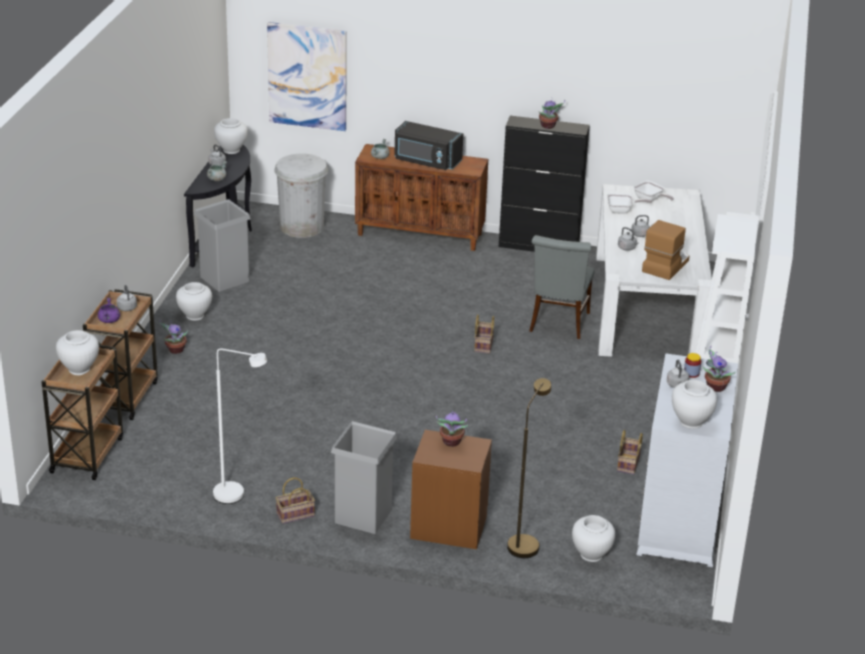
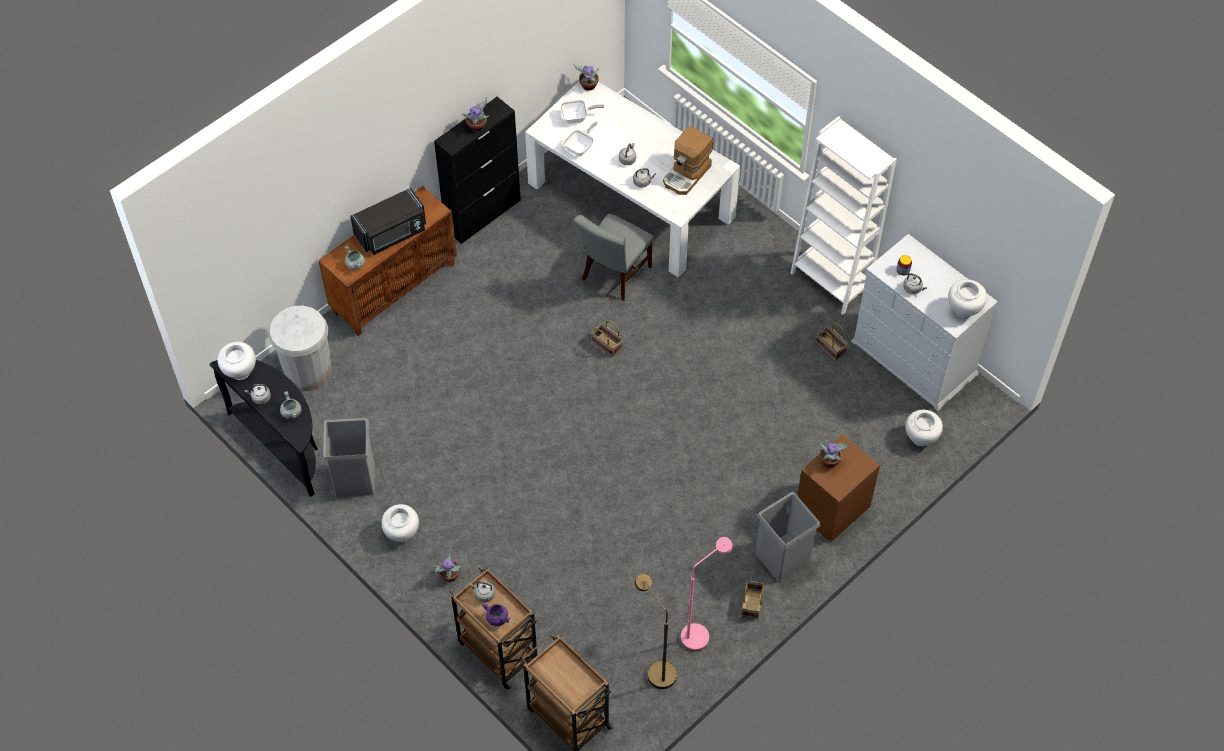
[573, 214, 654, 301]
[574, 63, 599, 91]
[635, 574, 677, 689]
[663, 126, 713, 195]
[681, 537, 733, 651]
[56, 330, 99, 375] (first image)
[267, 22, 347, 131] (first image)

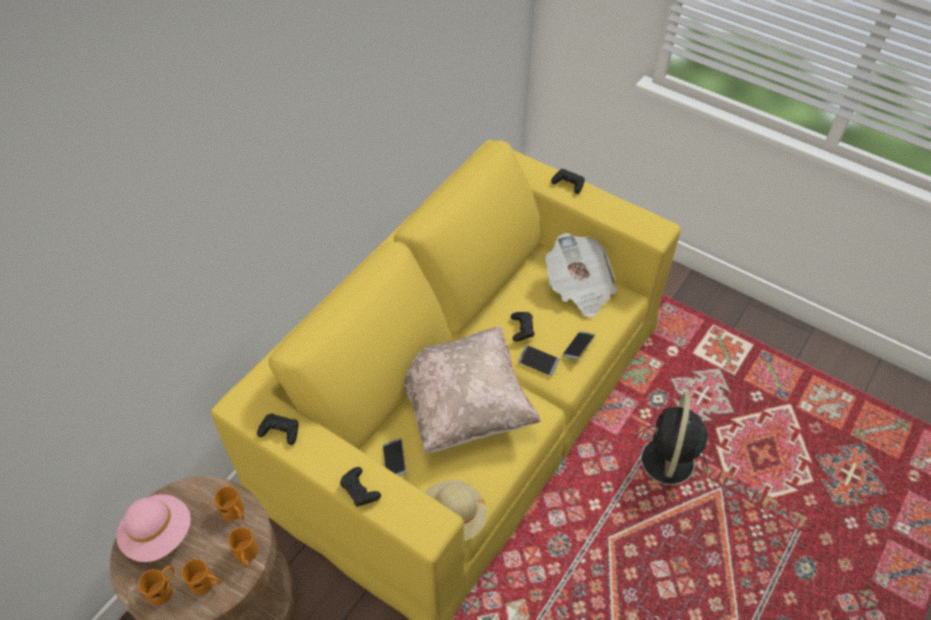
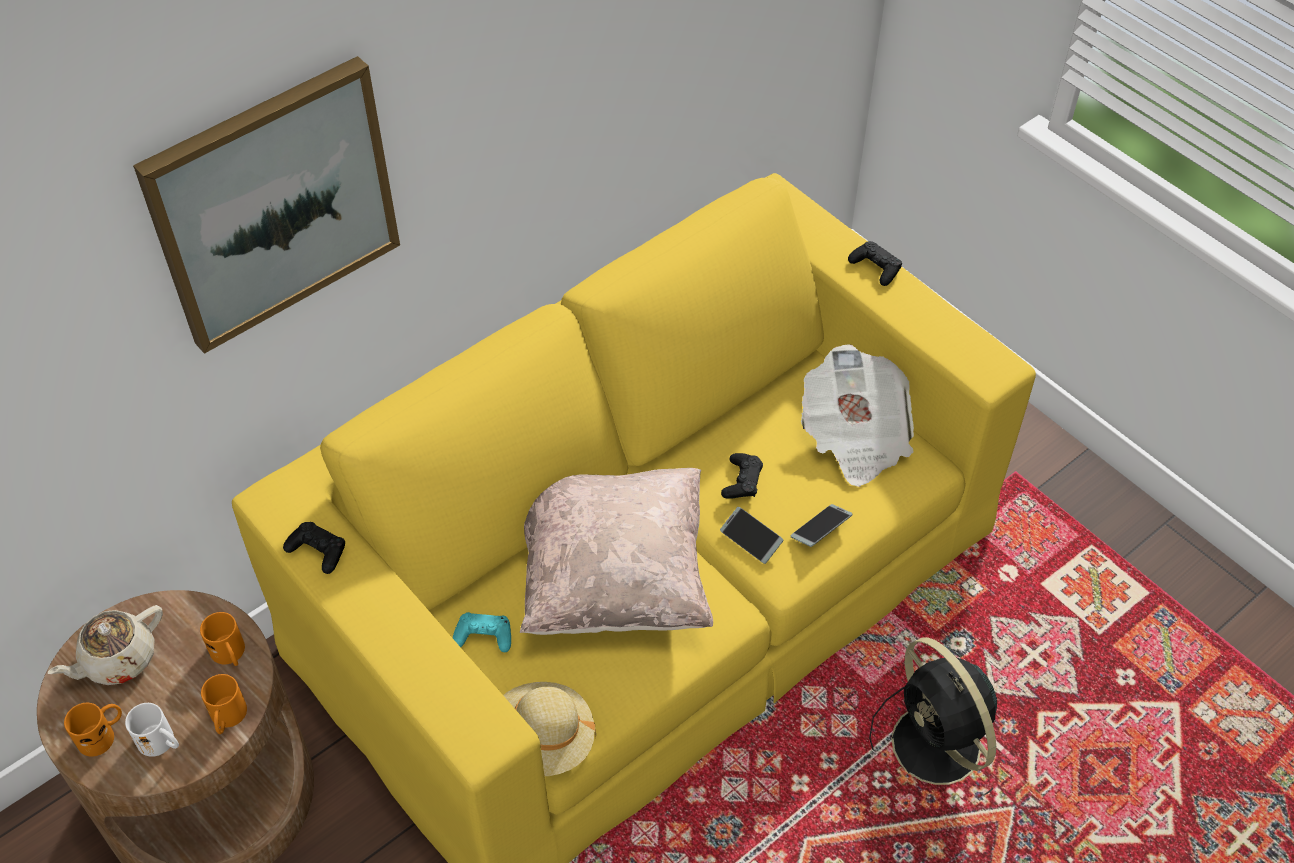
[48, 605, 163, 685]
[125, 703, 179, 757]
[133, 56, 400, 354]
[453, 612, 511, 652]
[869, 637, 997, 795]
[340, 467, 381, 507] (first image)

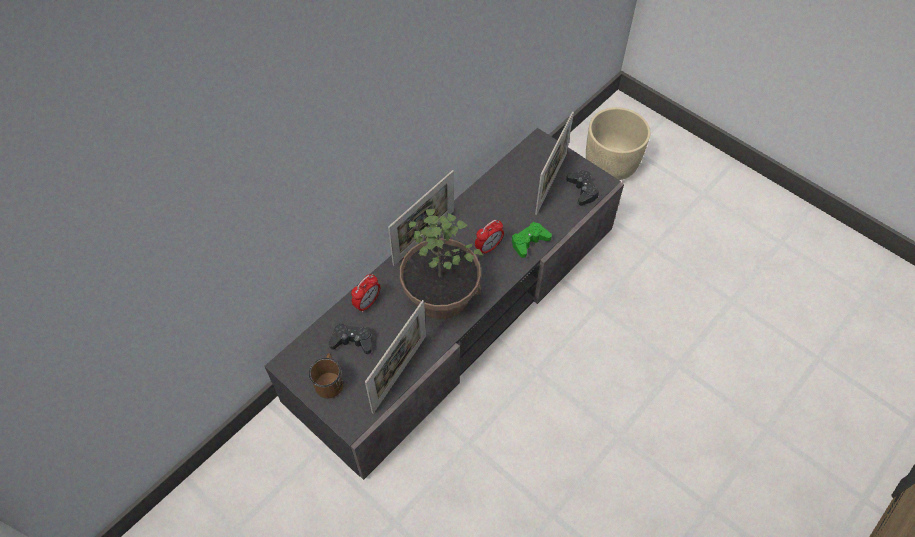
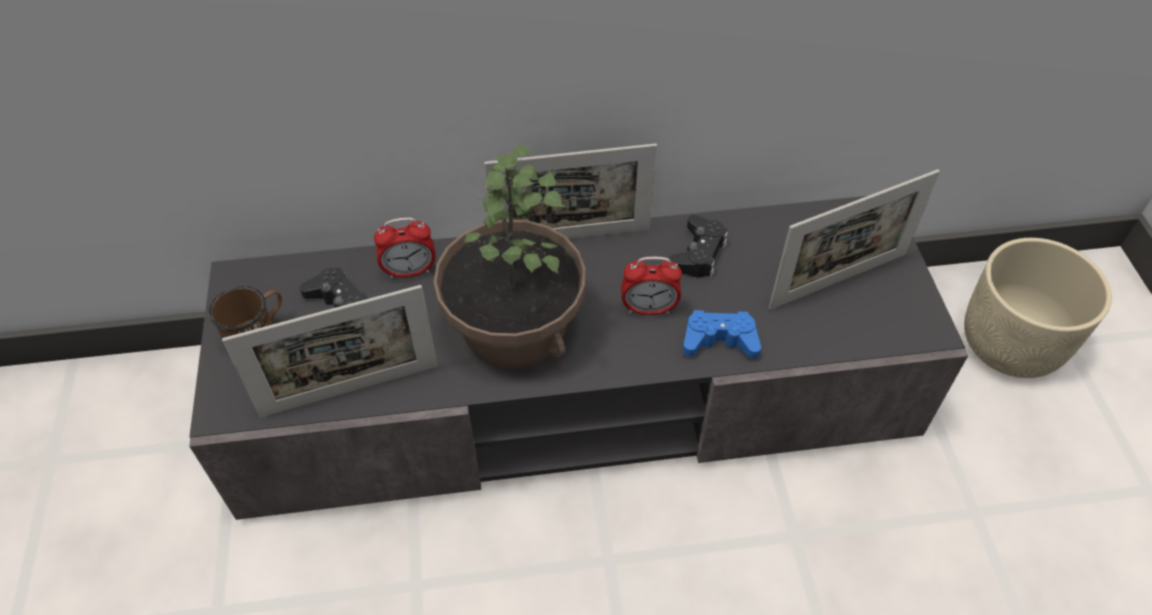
[669, 215, 728, 278]
[683, 310, 761, 359]

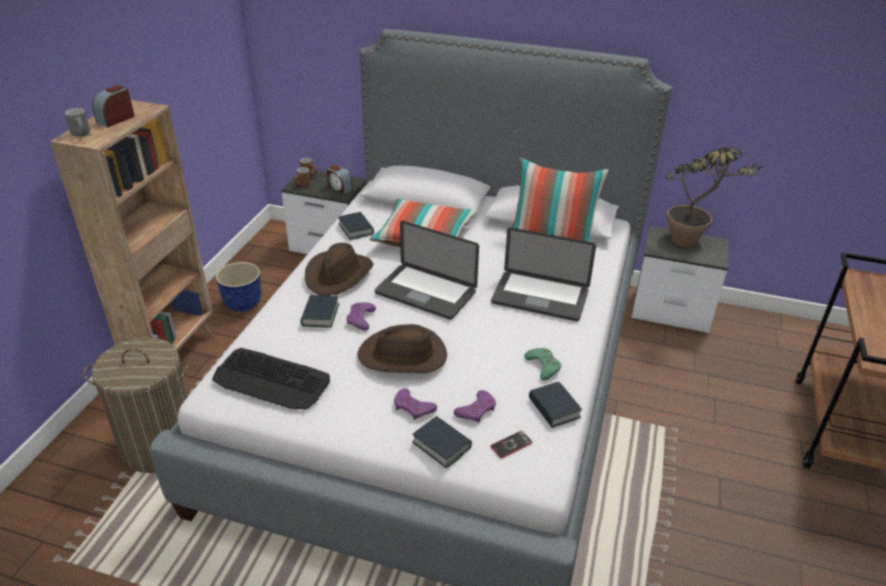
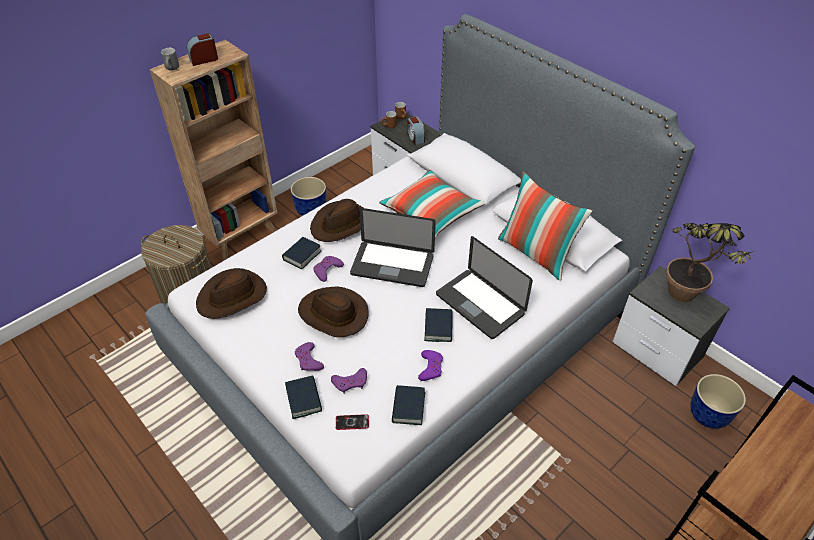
[196, 268, 267, 319]
[350, 208, 436, 287]
[418, 350, 443, 381]
[424, 308, 452, 342]
[690, 374, 746, 429]

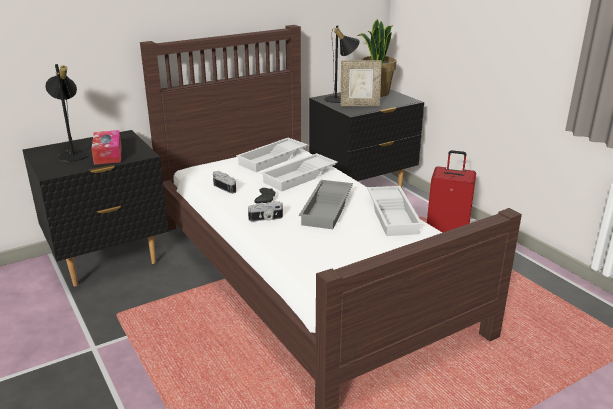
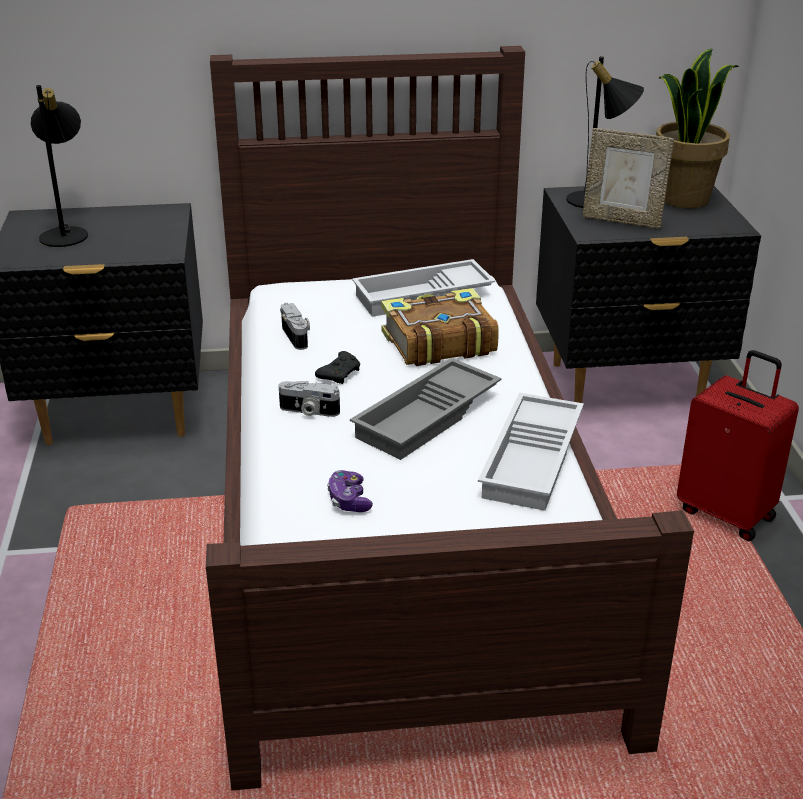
[327, 470, 373, 512]
[381, 288, 499, 366]
[91, 130, 122, 165] (first image)

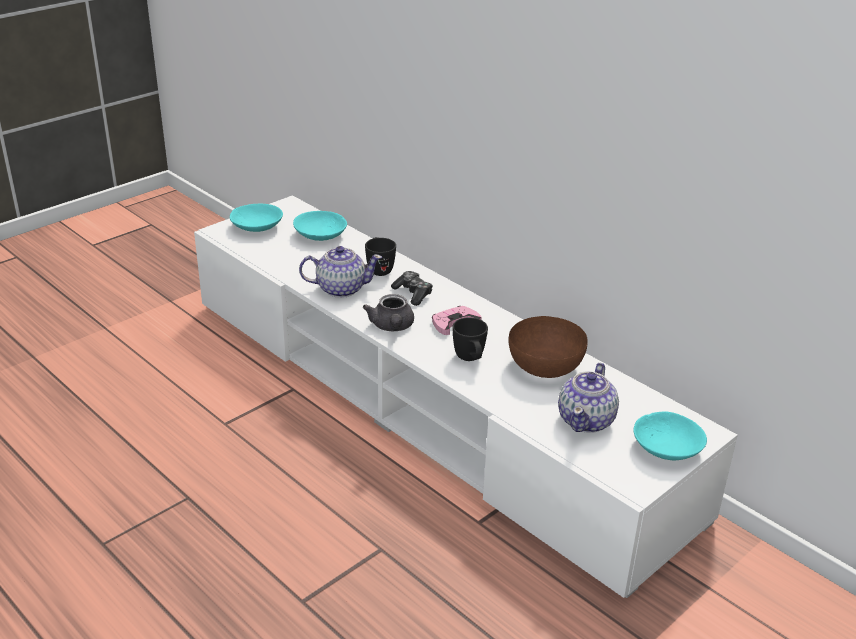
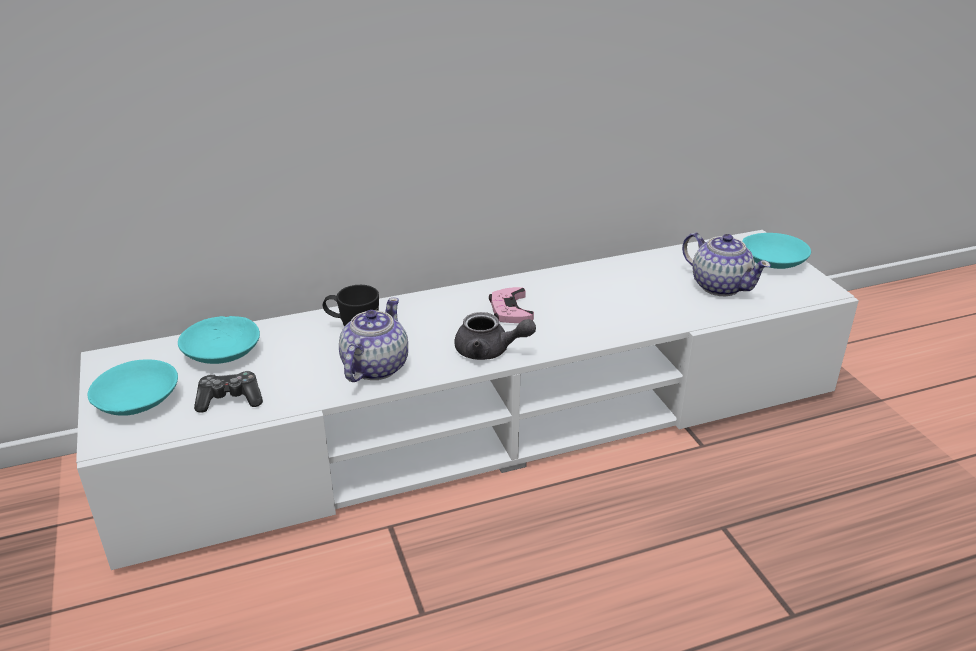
[194, 371, 263, 413]
[453, 317, 488, 361] (first image)
[509, 316, 588, 378] (first image)

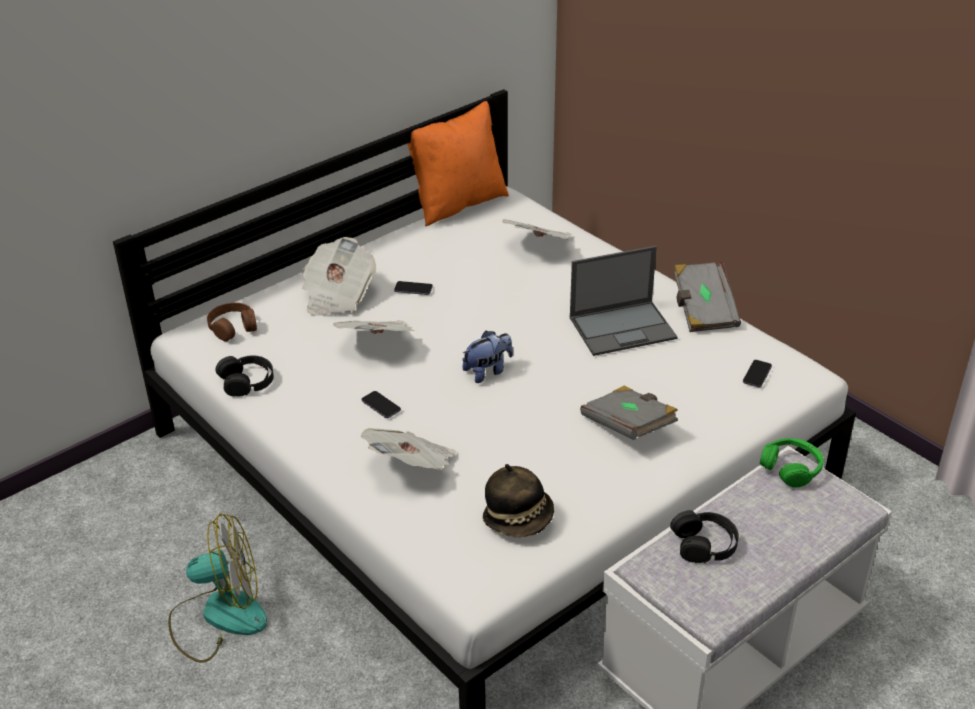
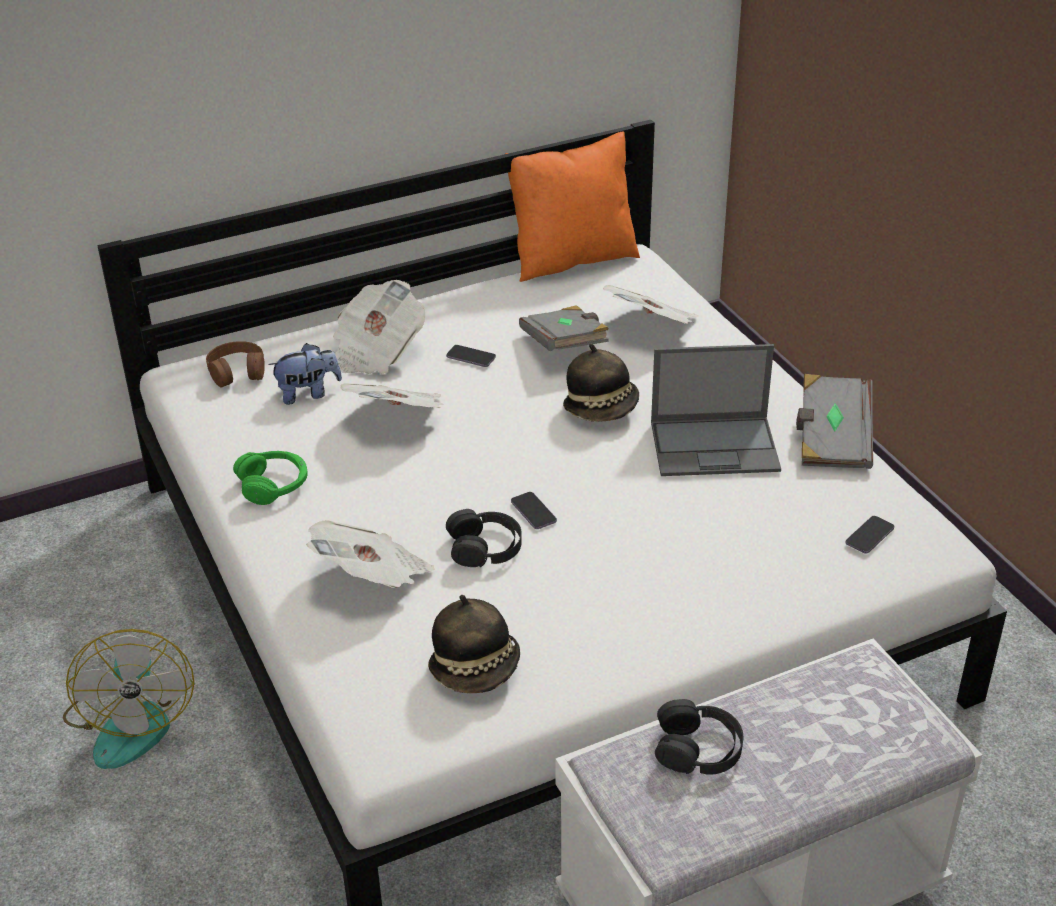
[63, 629, 194, 769]
[233, 451, 308, 505]
[268, 343, 342, 405]
[446, 509, 522, 567]
[511, 492, 557, 529]
[519, 305, 609, 351]
[563, 344, 639, 422]

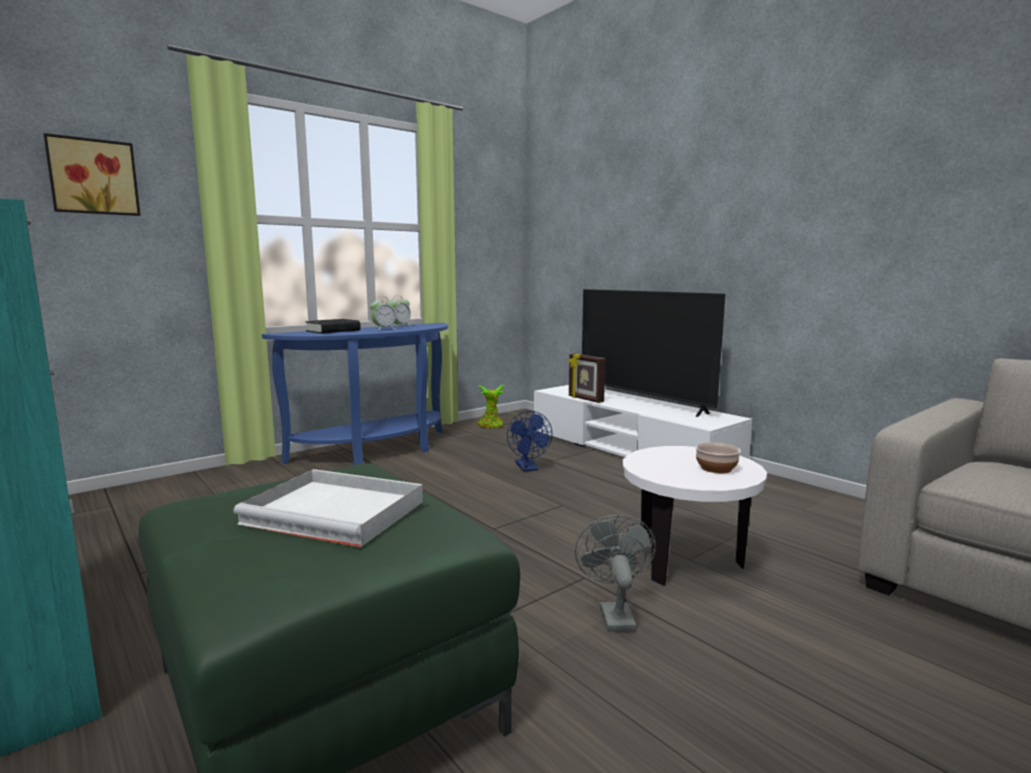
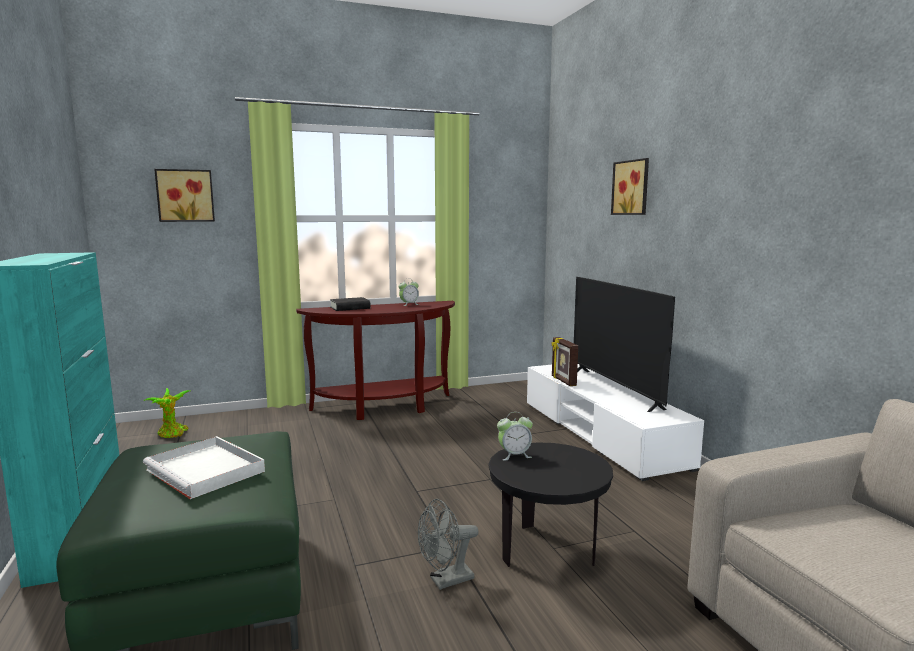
[144, 388, 190, 438]
[296, 301, 455, 420]
[418, 499, 479, 590]
[488, 442, 613, 567]
[497, 412, 533, 461]
[611, 158, 649, 215]
[507, 411, 552, 472] (first image)
[695, 442, 741, 473] (first image)

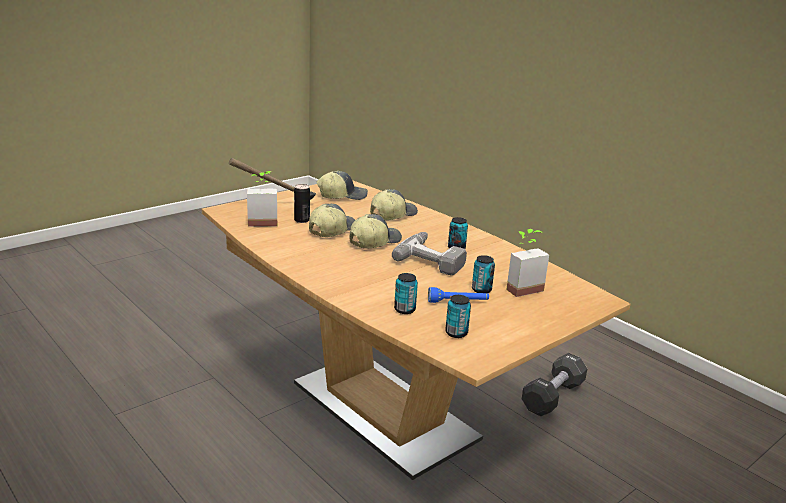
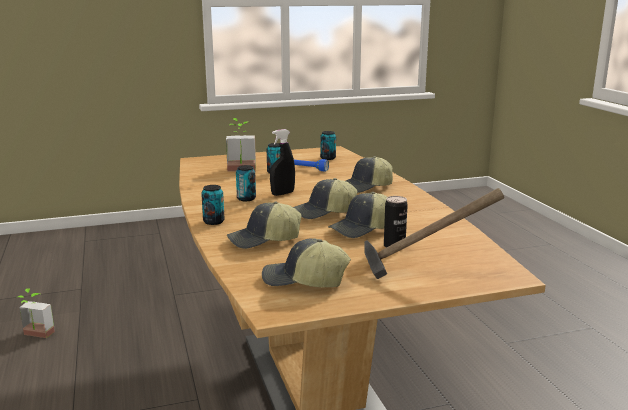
[16, 288, 55, 338]
[201, 185, 224, 225]
[270, 129, 295, 196]
[346, 156, 393, 193]
[522, 353, 587, 416] (first image)

